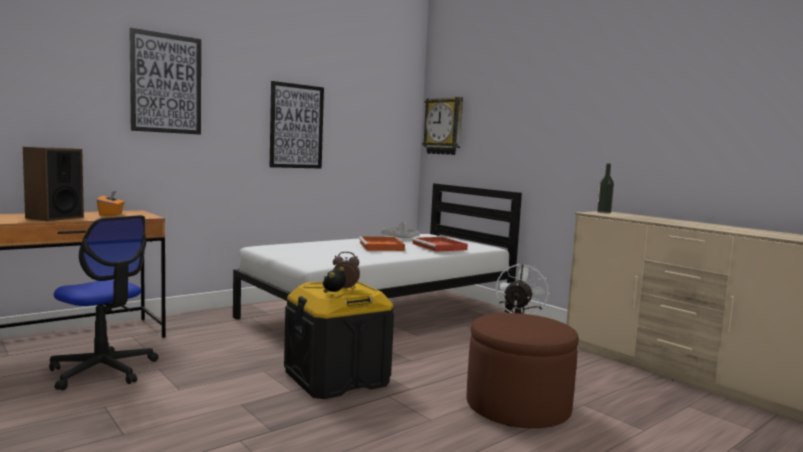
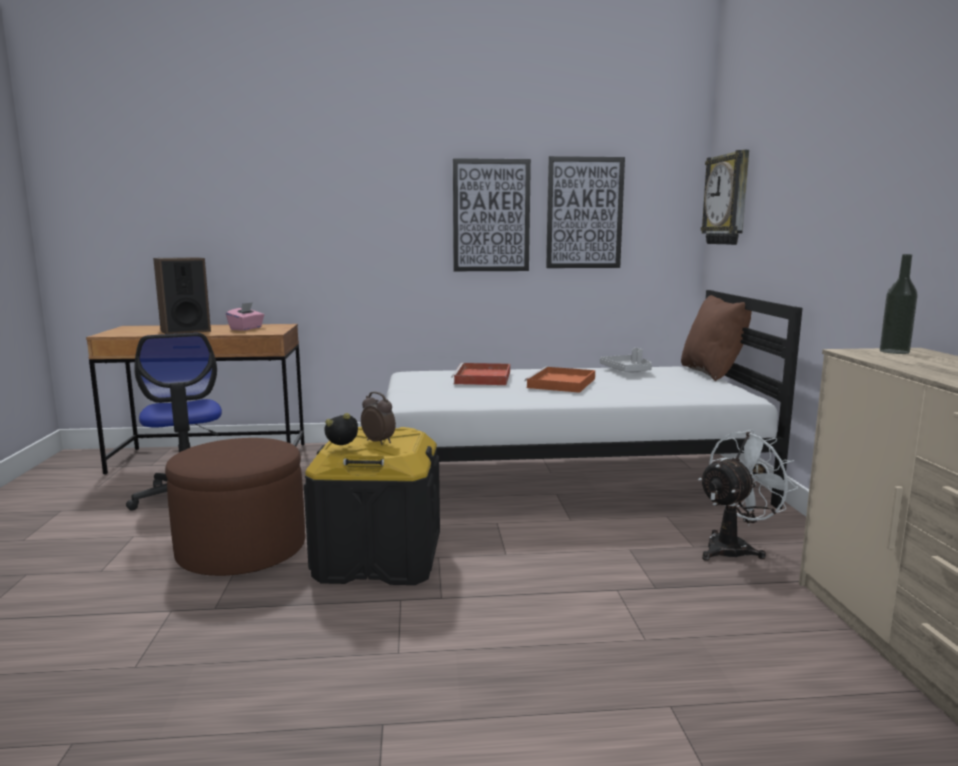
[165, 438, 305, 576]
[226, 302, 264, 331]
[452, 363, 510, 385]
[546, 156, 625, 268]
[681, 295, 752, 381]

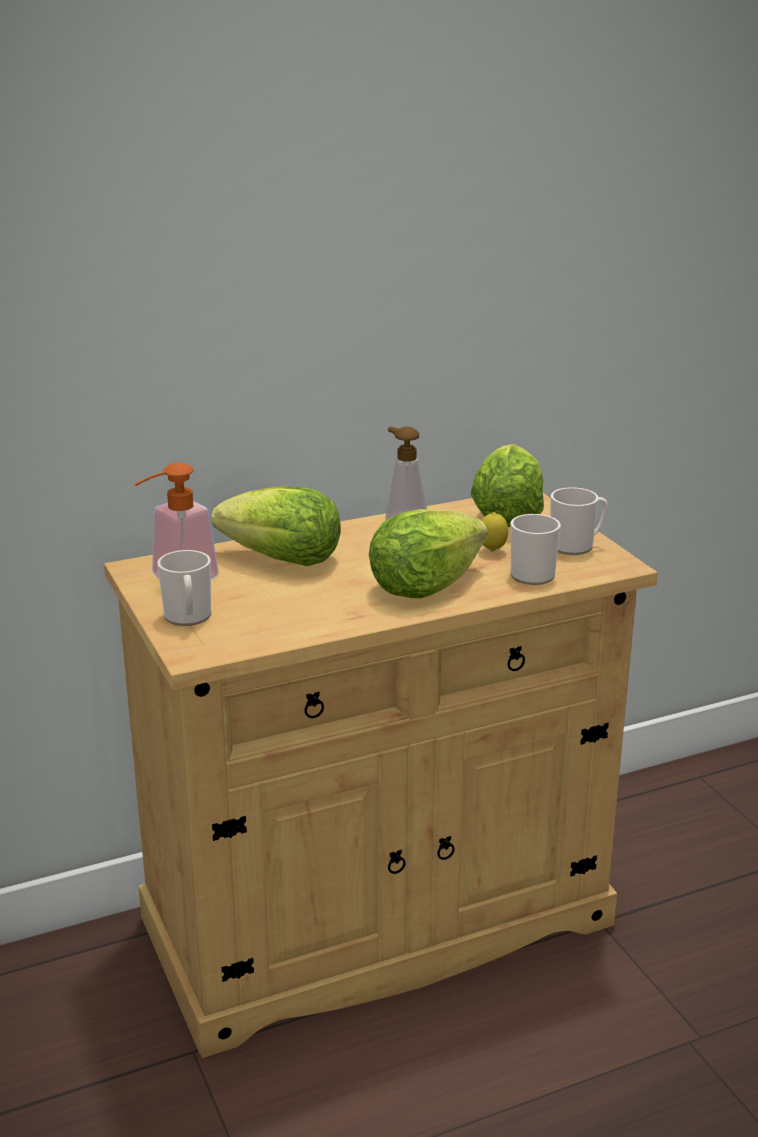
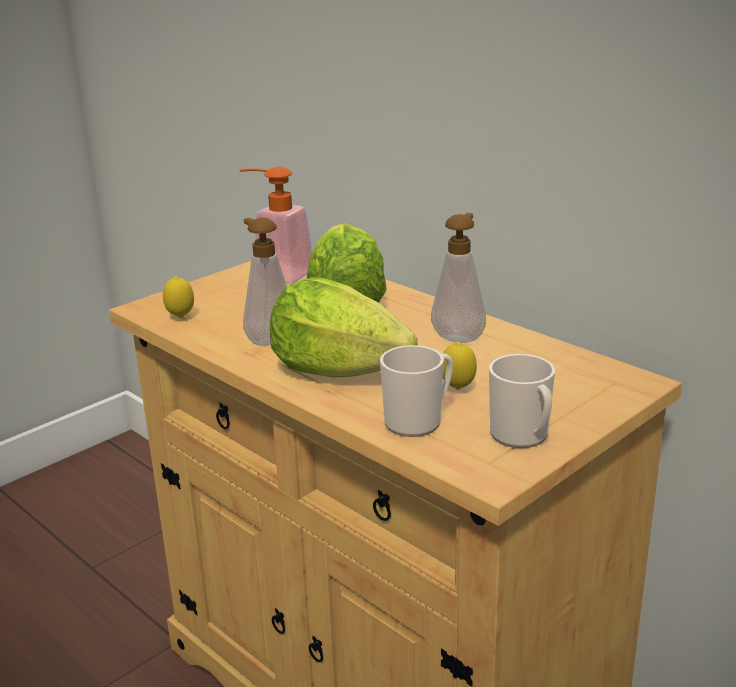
[163, 276, 194, 318]
[243, 217, 287, 346]
[157, 550, 211, 626] (first image)
[470, 444, 544, 527] (first image)

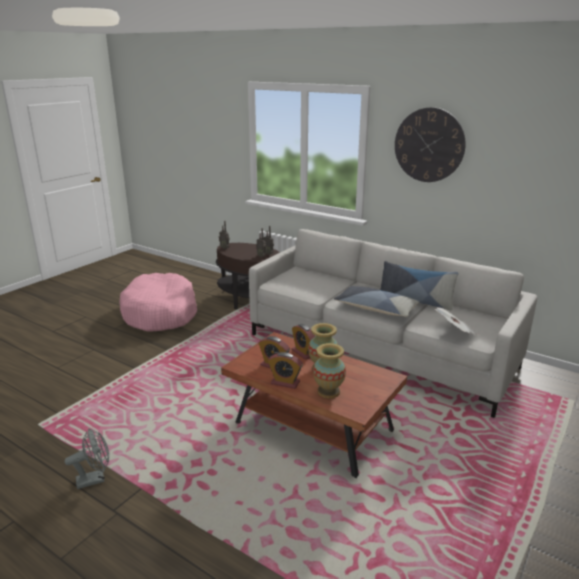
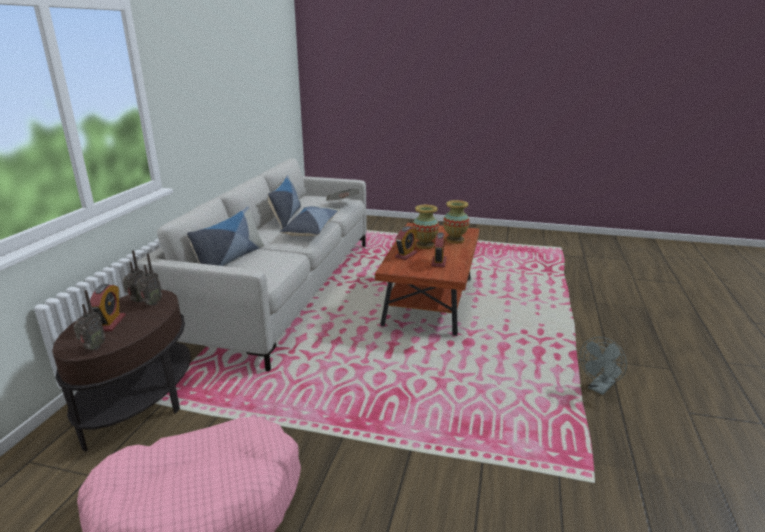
[90, 284, 126, 331]
[187, 206, 264, 266]
[580, 337, 627, 395]
[395, 107, 466, 182] (first image)

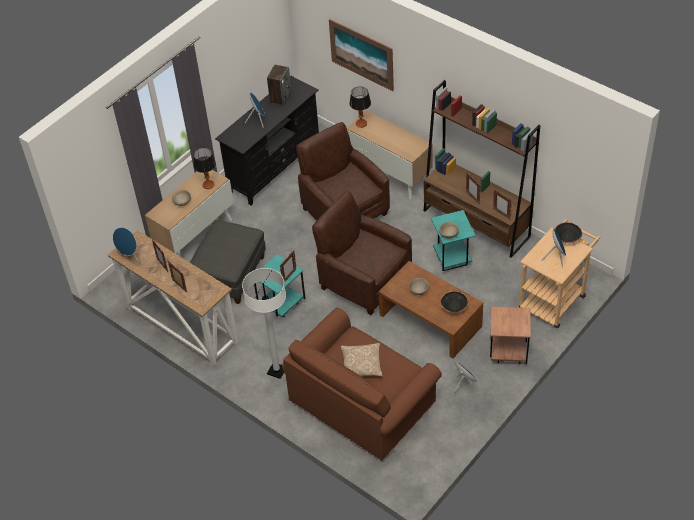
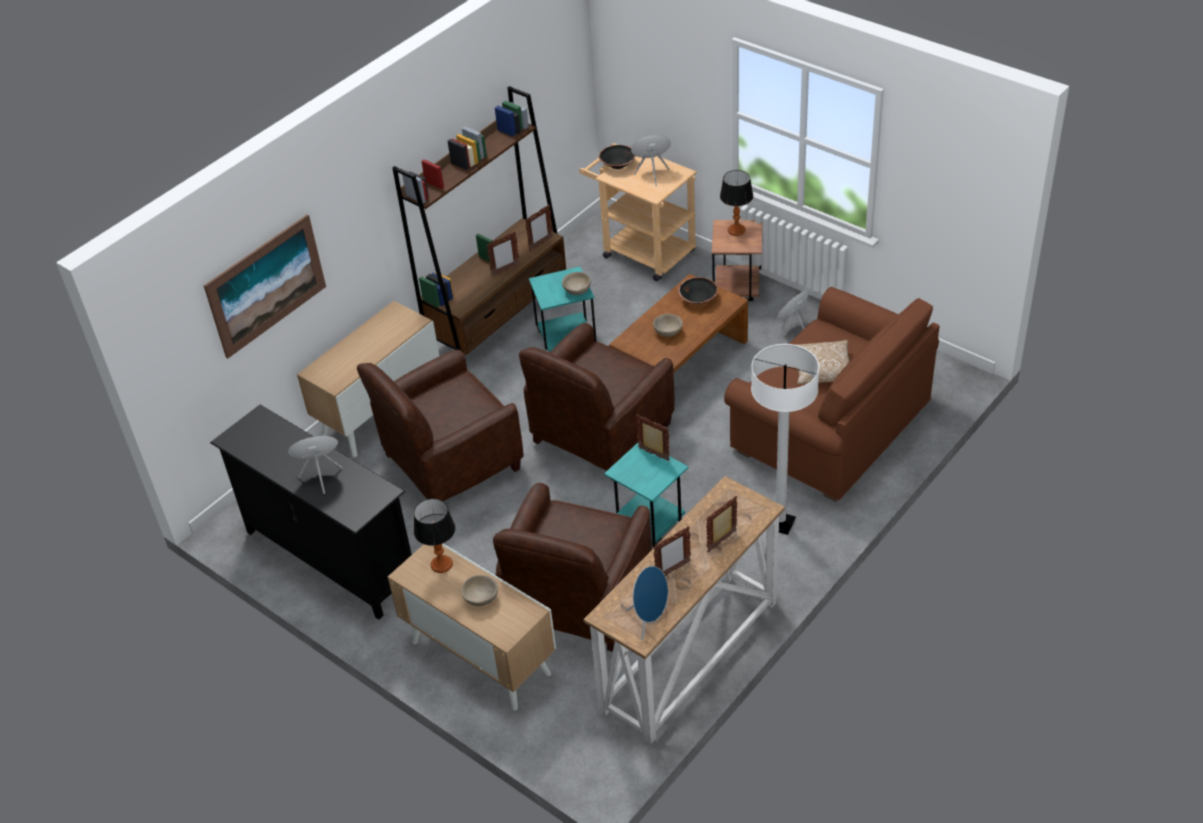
[493, 483, 652, 652]
[720, 170, 753, 236]
[267, 65, 292, 106] (first image)

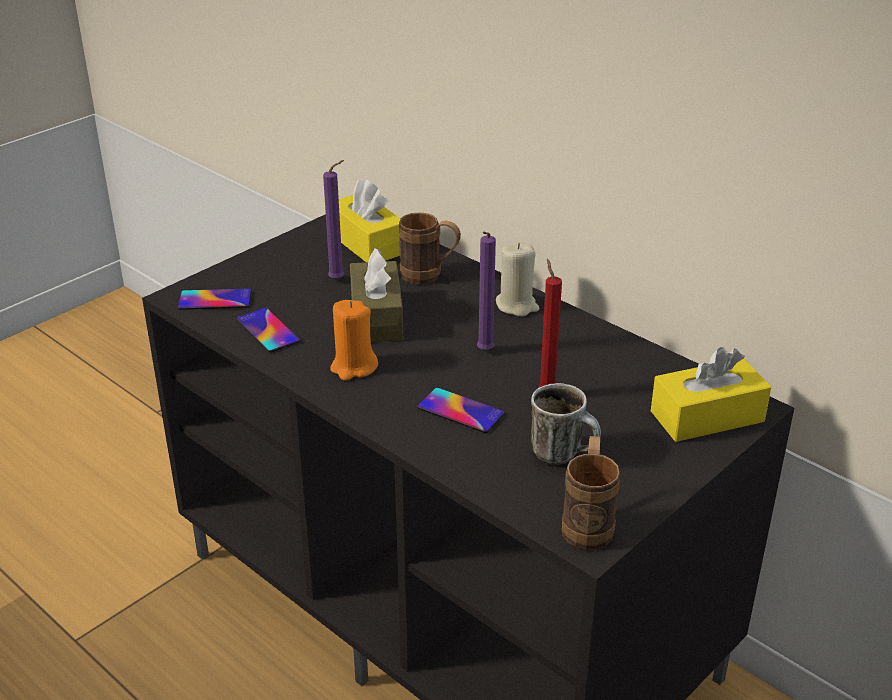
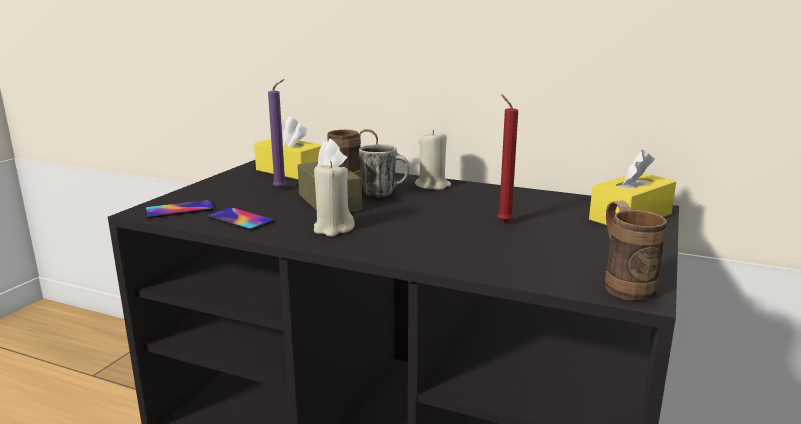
[314, 161, 355, 237]
[359, 144, 410, 198]
[417, 388, 505, 433] (first image)
[477, 232, 496, 351] (first image)

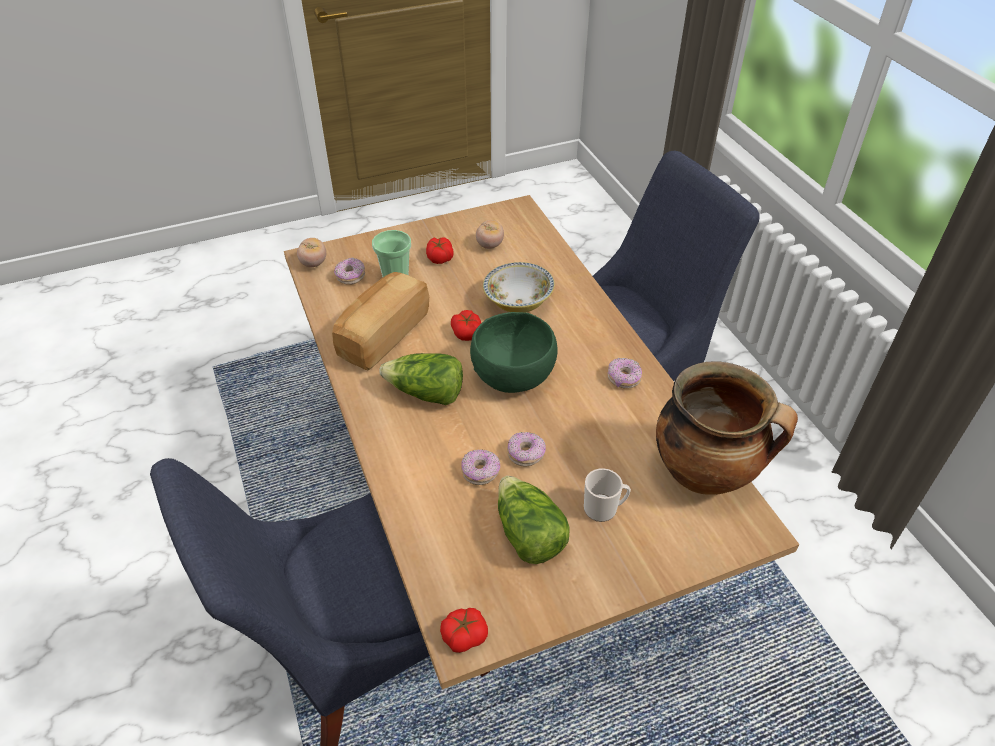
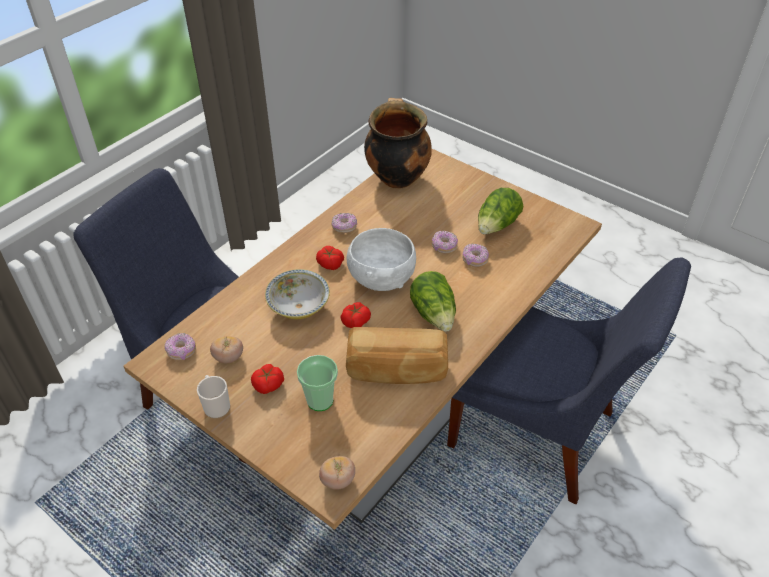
[164, 333, 196, 360]
[197, 375, 230, 418]
[316, 246, 344, 270]
[346, 228, 416, 291]

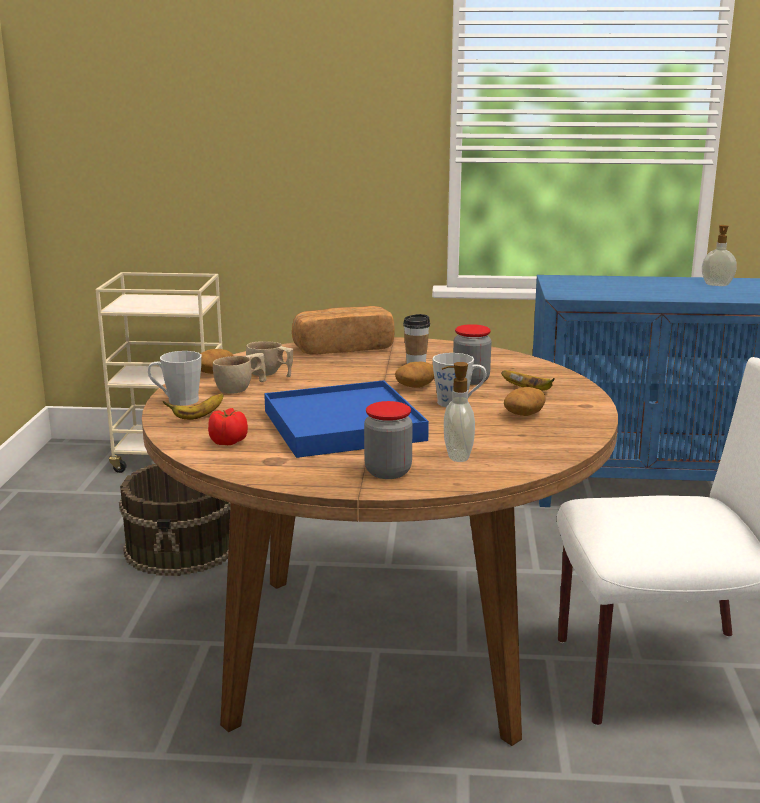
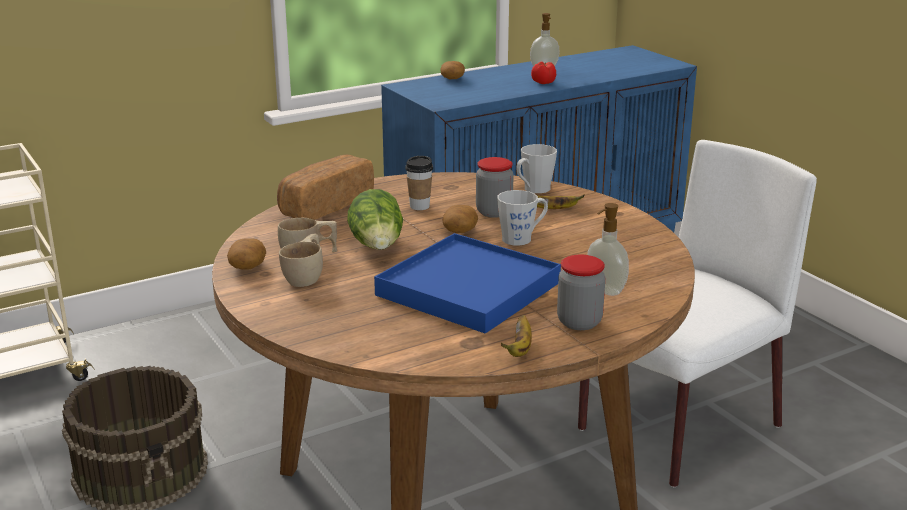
[347, 189, 403, 250]
[440, 61, 465, 79]
[501, 315, 532, 357]
[517, 144, 557, 193]
[531, 61, 556, 84]

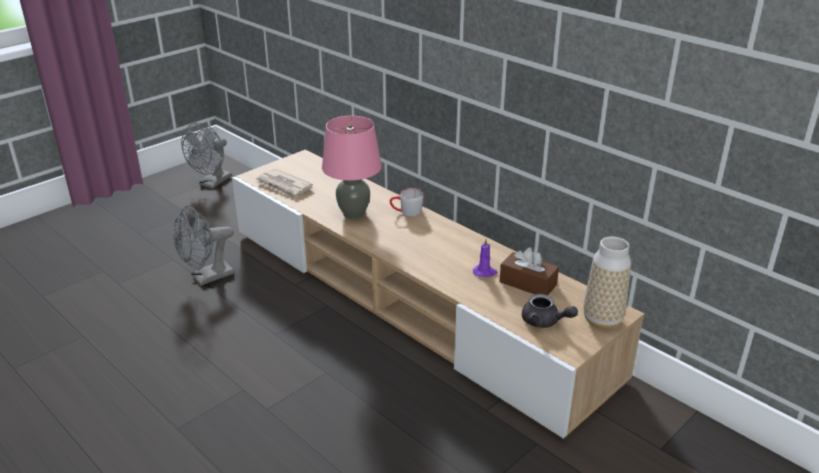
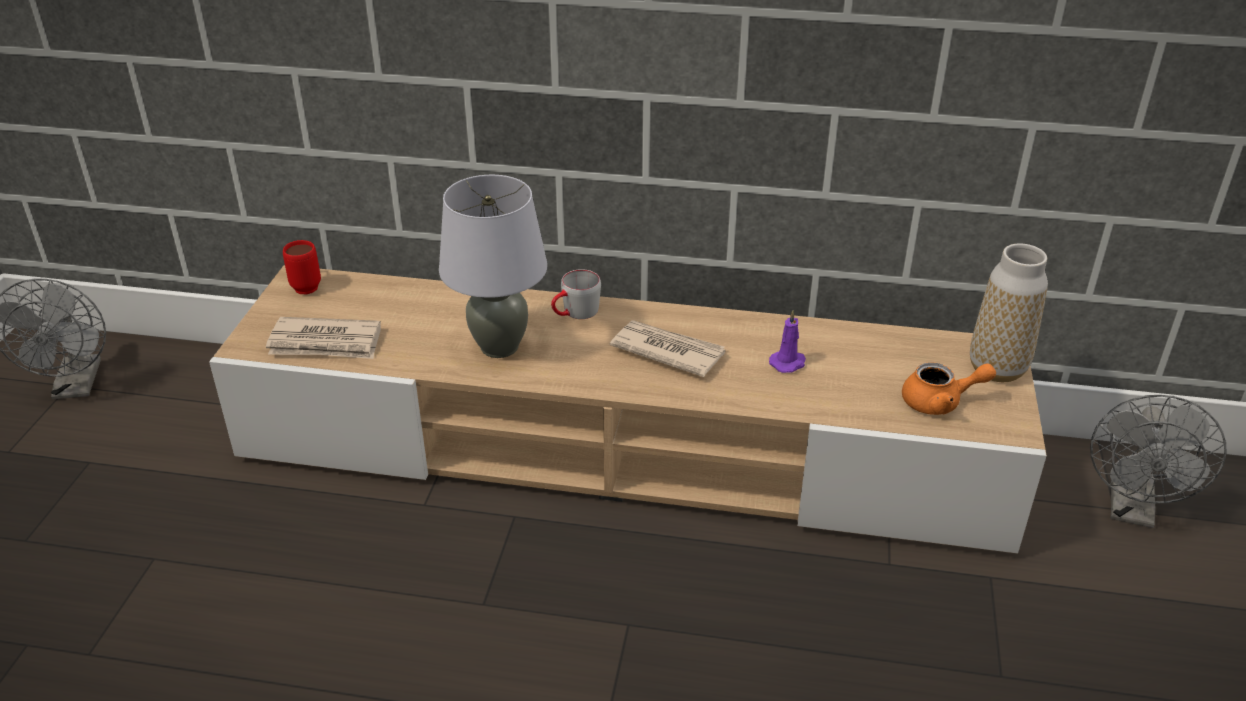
[283, 240, 321, 294]
[439, 175, 547, 358]
[610, 320, 726, 377]
[902, 362, 996, 415]
[1090, 395, 1226, 528]
[499, 248, 559, 295] (first image)

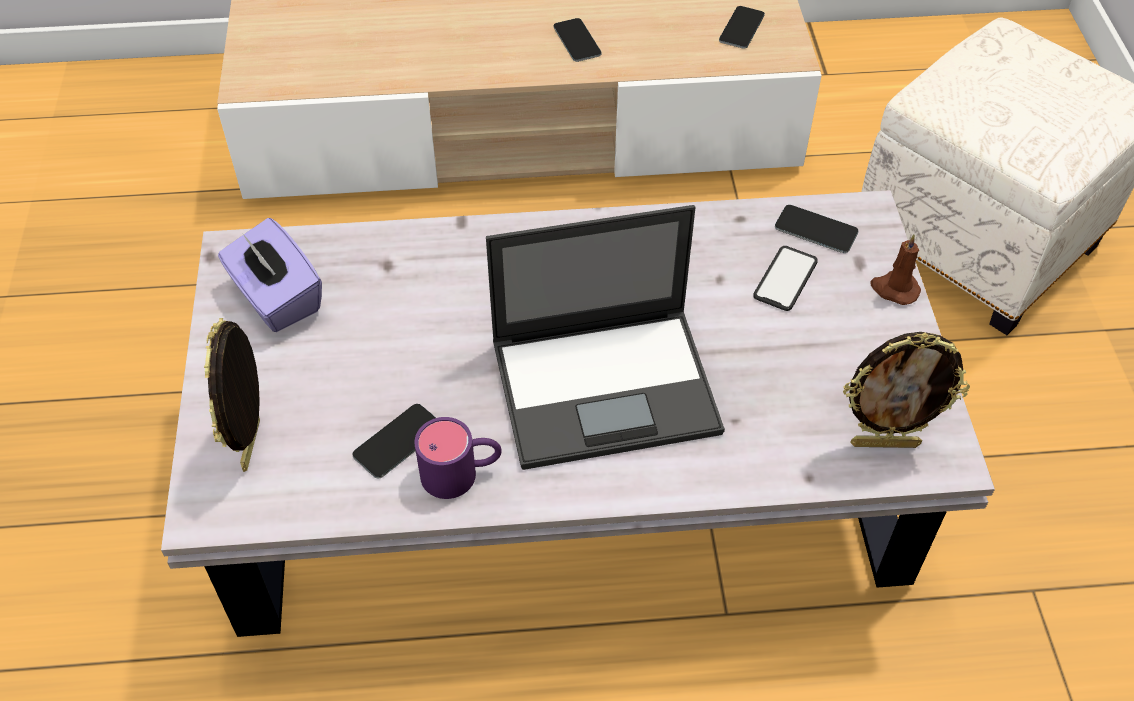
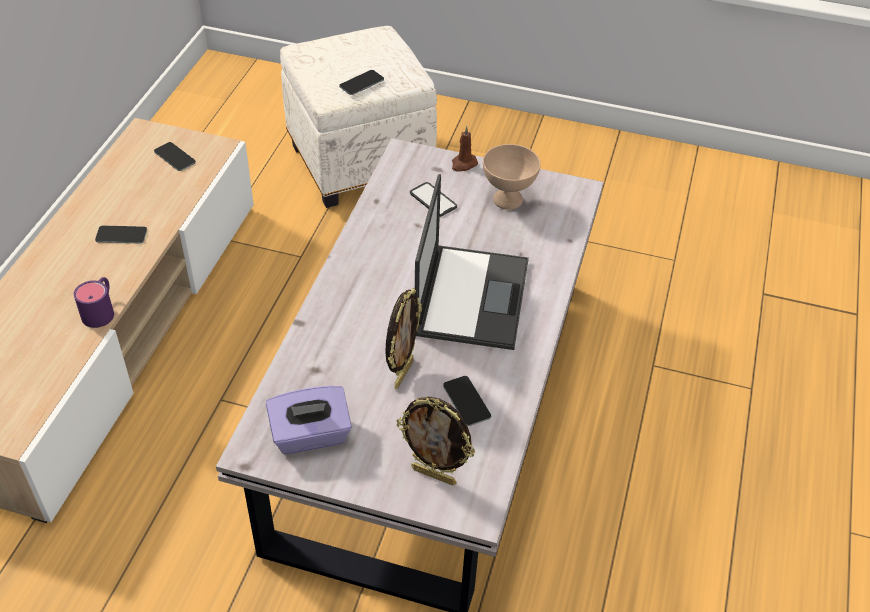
[74, 277, 114, 328]
[339, 70, 384, 95]
[385, 288, 422, 389]
[483, 144, 541, 210]

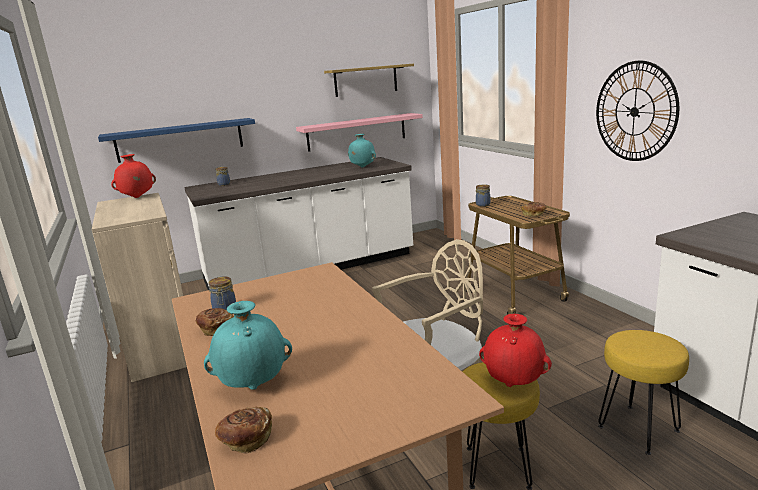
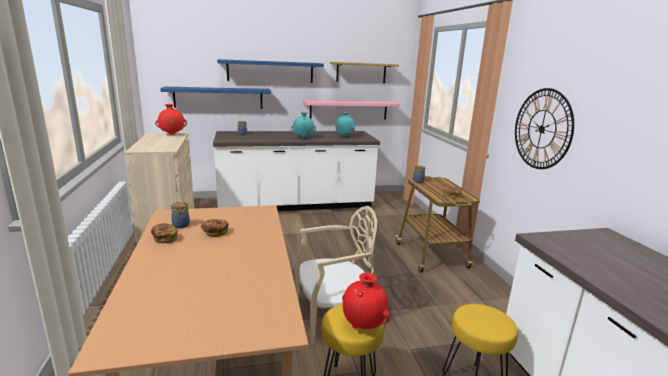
[201, 219, 229, 238]
[217, 59, 324, 83]
[291, 112, 316, 138]

